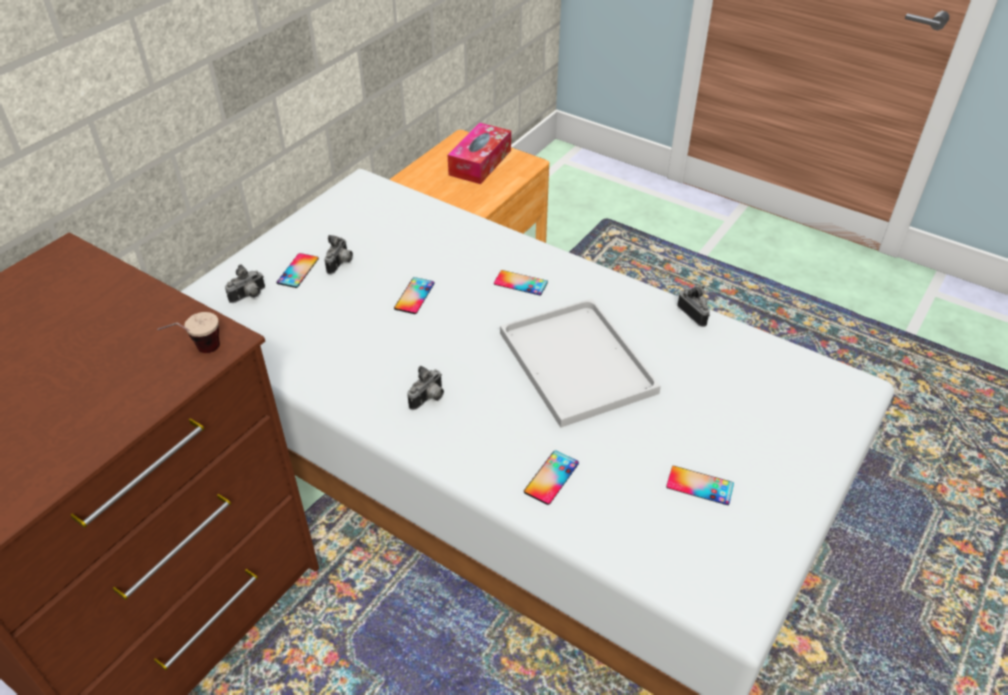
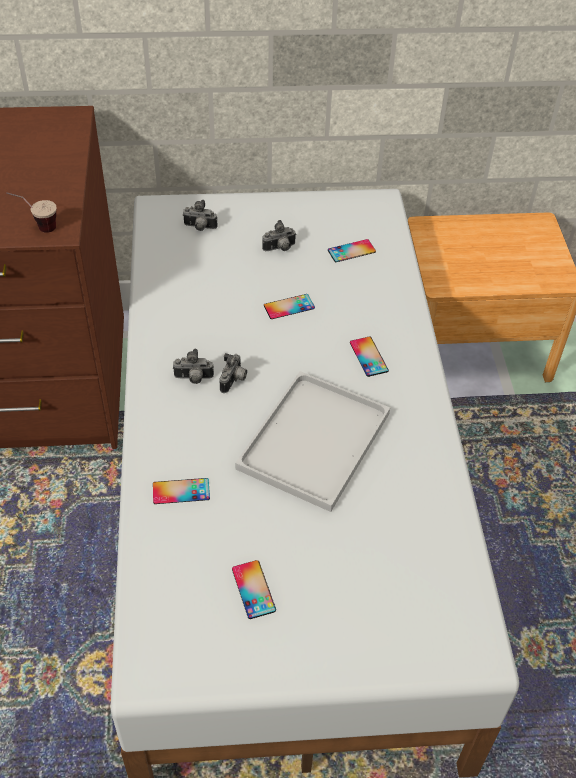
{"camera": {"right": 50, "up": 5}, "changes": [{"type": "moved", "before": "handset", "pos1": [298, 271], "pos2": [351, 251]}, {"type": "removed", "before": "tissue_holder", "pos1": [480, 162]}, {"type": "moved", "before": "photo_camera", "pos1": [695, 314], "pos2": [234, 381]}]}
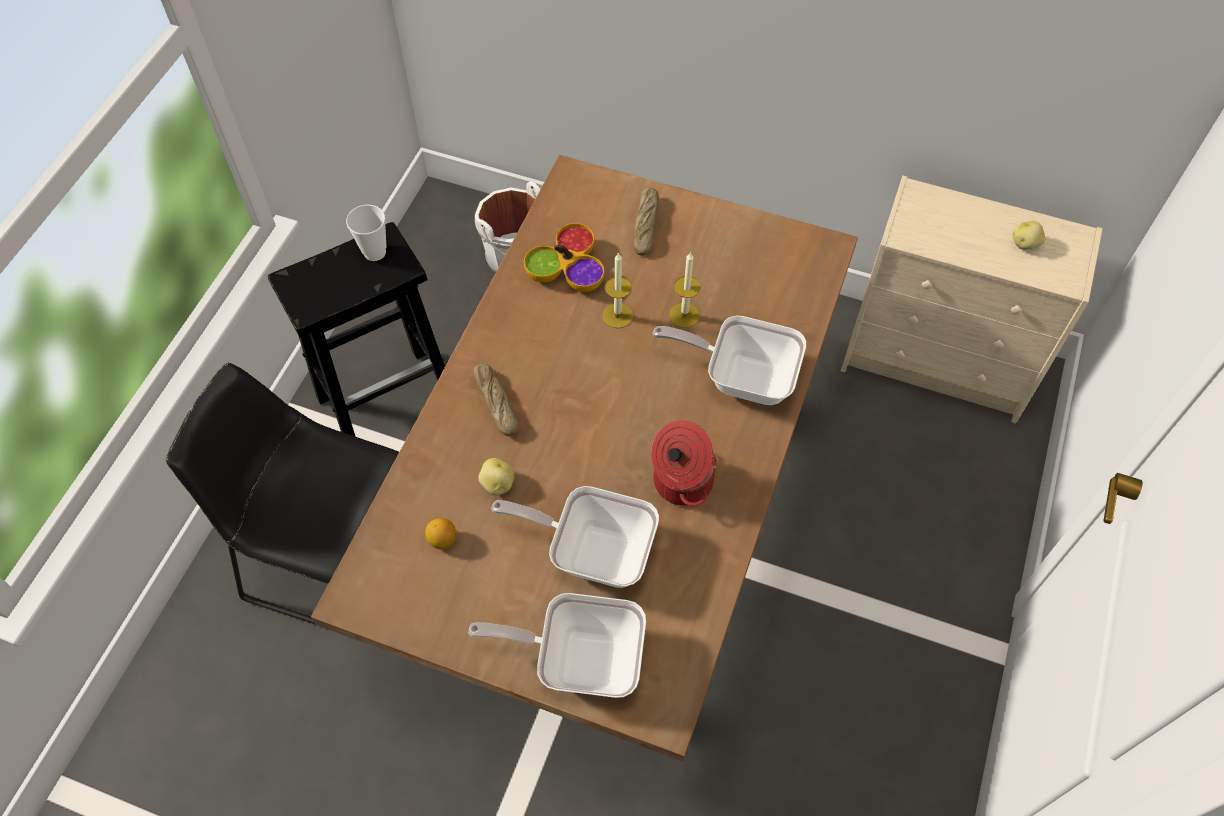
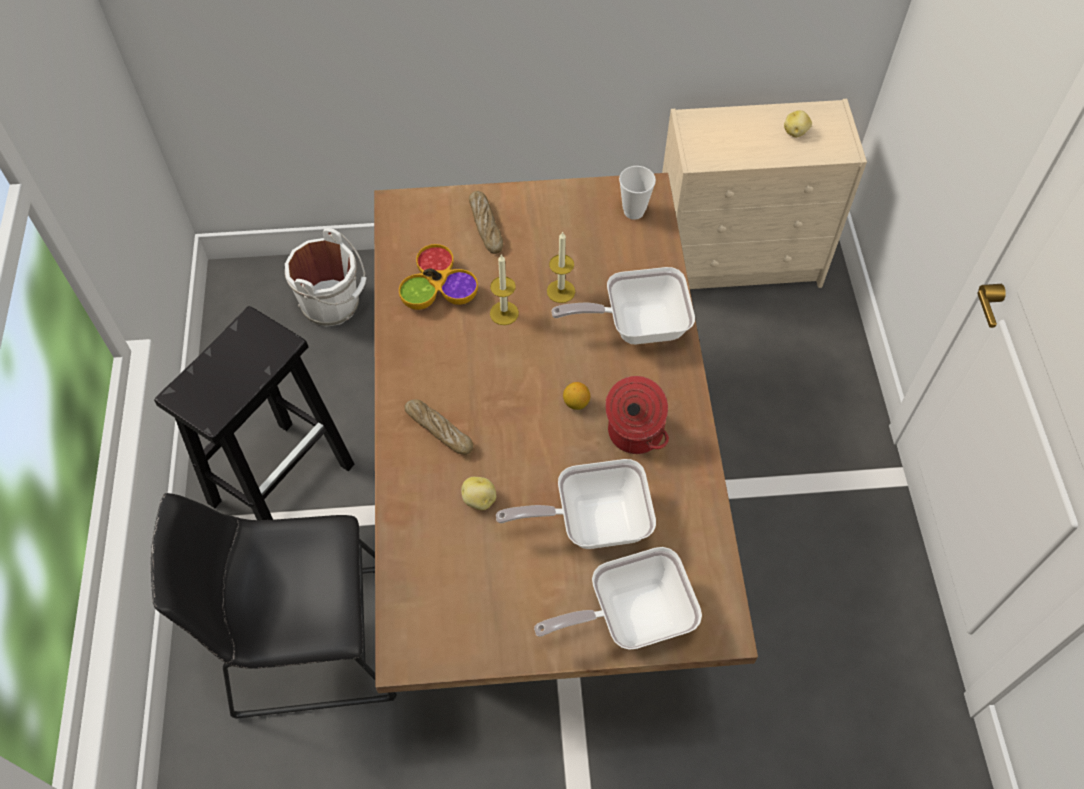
{"camera": {"right": -25, "up": 0}, "changes": [{"type": "moved", "before": "small_cup", "pos1": [375, 252], "pos2": [634, 211]}, {"type": "moved", "before": "whole_lemon", "pos1": [442, 540], "pos2": [576, 403]}]}
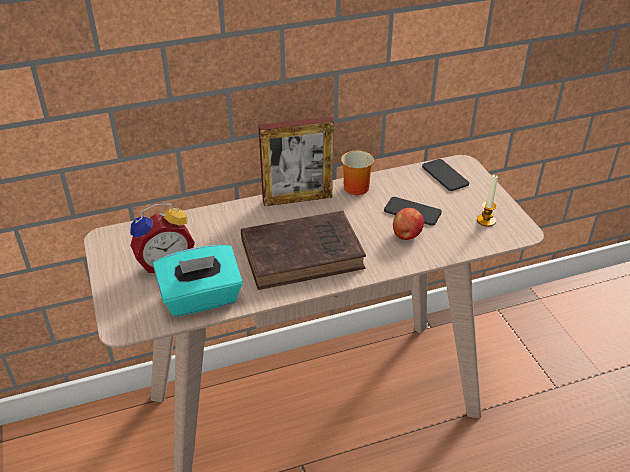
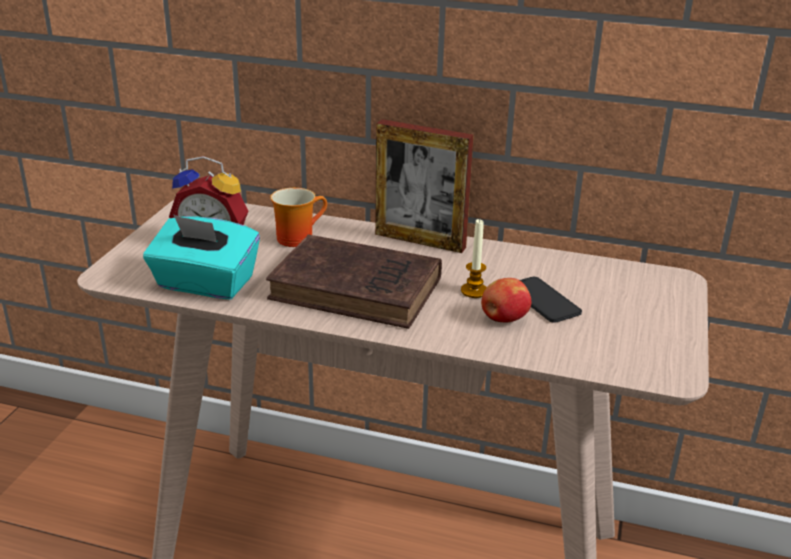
{"camera": {"right": 35, "up": -10}, "changes": [{"type": "moved", "before": "coffee_mug", "pos1": [355, 185], "pos2": [297, 237]}, {"type": "removed", "before": "handset", "pos1": [445, 175]}, {"type": "moved", "before": "candle", "pos1": [486, 220], "pos2": [474, 291]}]}
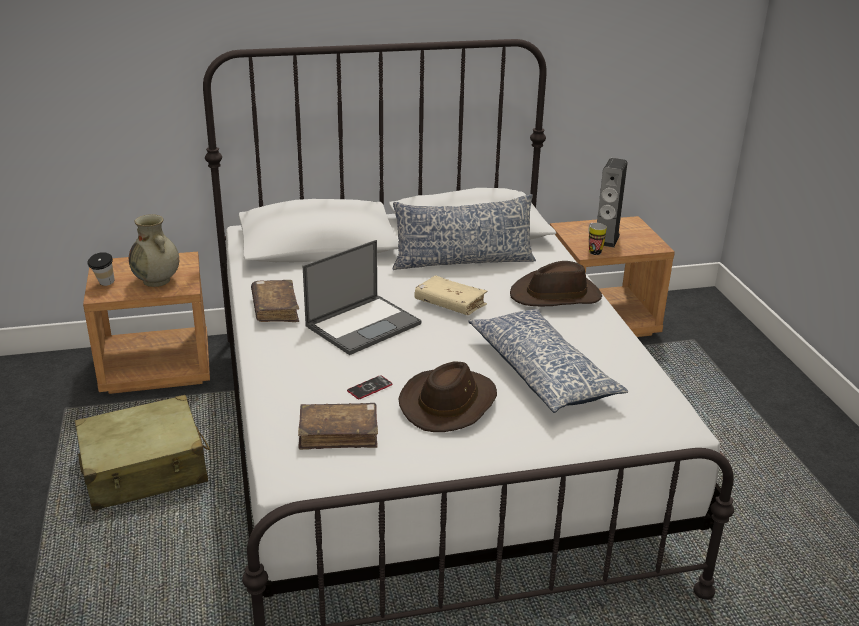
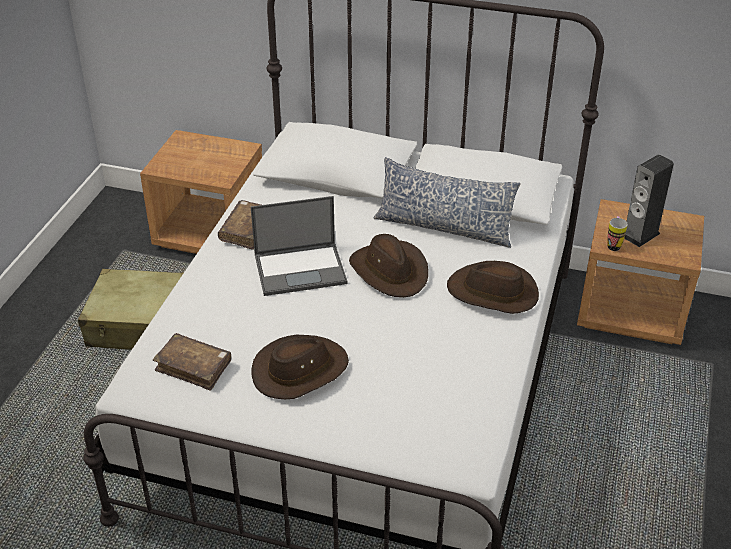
{"camera": {"right": 30, "up": 10}, "changes": [{"type": "removed", "before": "small_cup", "pos1": [104, 284]}, {"type": "removed", "before": "beige_decorative_vase", "pos1": [157, 281]}, {"type": "removed", "before": "handset", "pos1": [369, 388]}, {"type": "replaced", "before": "beige_volume", "after": "brown_wearable_hat", "pos1": [450, 304], "pos2": [390, 271]}, {"type": "removed", "before": "pillow", "pos1": [542, 372]}]}
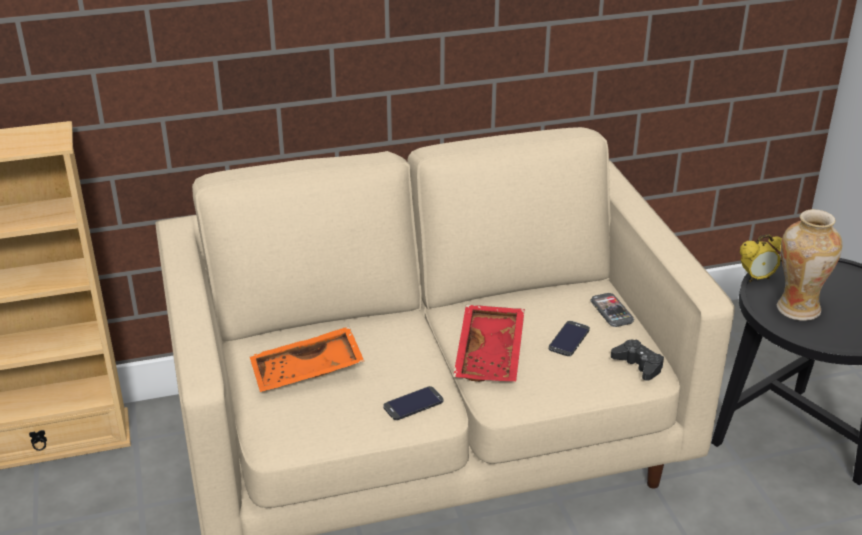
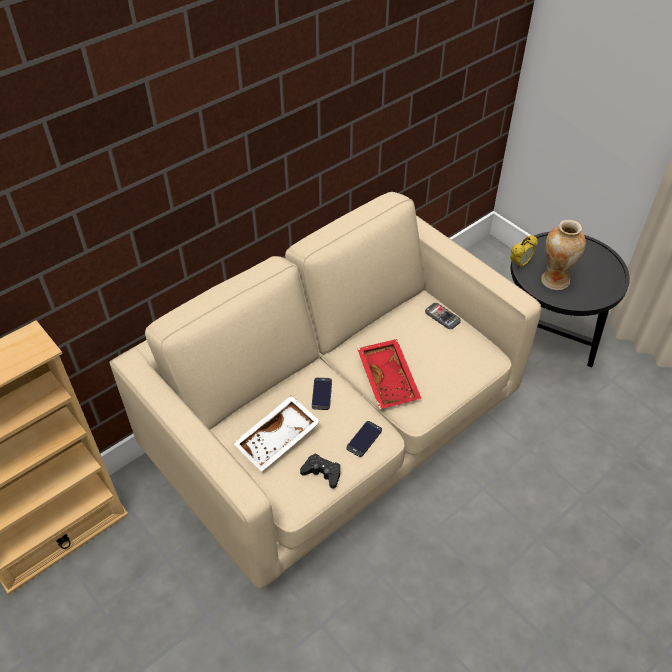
{"camera": {"right": -25, "up": 15}, "changes": [{"type": "recoloured", "before": "orange-coloured_serving_tray", "after": "white_serving_tray", "pos1": [307, 372], "pos2": [278, 440]}, {"type": "moved", "before": "handset", "pos1": [569, 339], "pos2": [322, 393]}, {"type": "moved", "before": "blackish_game_controller", "pos1": [638, 365], "pos2": [322, 473]}]}
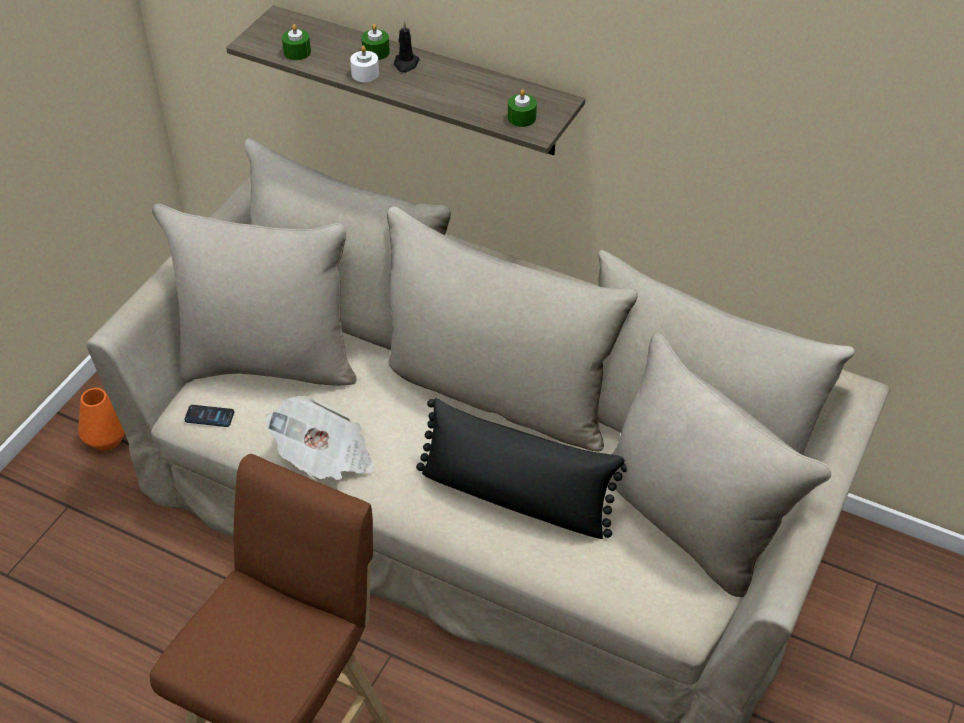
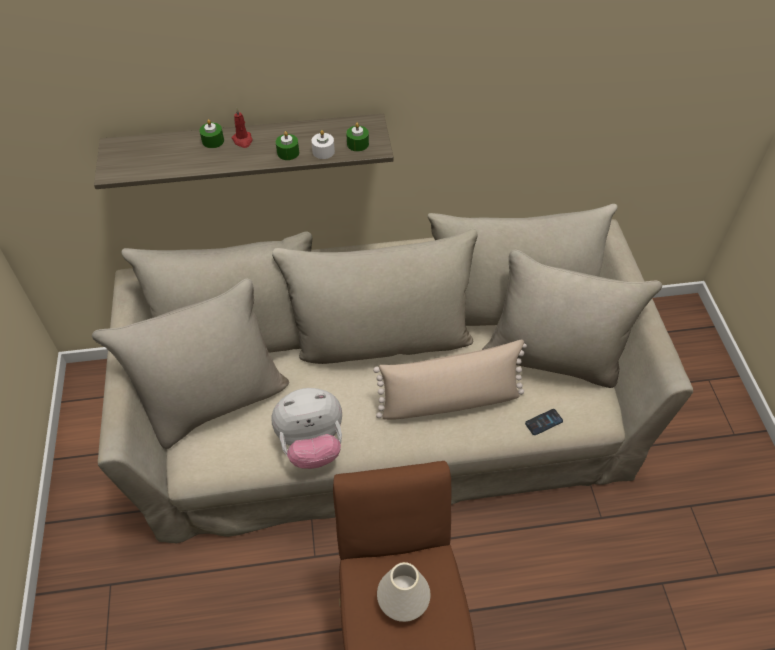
{"camera": {"right": -35, "up": 5}, "changes": [{"type": "removed", "before": "orange-coloured_decorative_vase", "pos1": [106, 438]}, {"type": "moved", "before": "handset", "pos1": [209, 416], "pos2": [543, 422]}, {"type": "replaced", "before": "newspaper", "after": "soft_toy", "pos1": [325, 457], "pos2": [311, 445]}, {"type": "moved", "before": "greenish_candle", "pos1": [297, 52], "pos2": [288, 152]}, {"type": "moved", "before": "white_candle", "pos1": [365, 74], "pos2": [323, 151]}, {"type": "recoloured", "before": "blackish_candle", "after": "reddish_candle", "pos1": [406, 64], "pos2": [243, 140]}, {"type": "recoloured", "before": "blackish_pillow", "after": "beige_pillow", "pos1": [516, 497], "pos2": [450, 400]}, {"type": "added", "after": "white_decorative_vase", "pos2": [403, 600]}]}
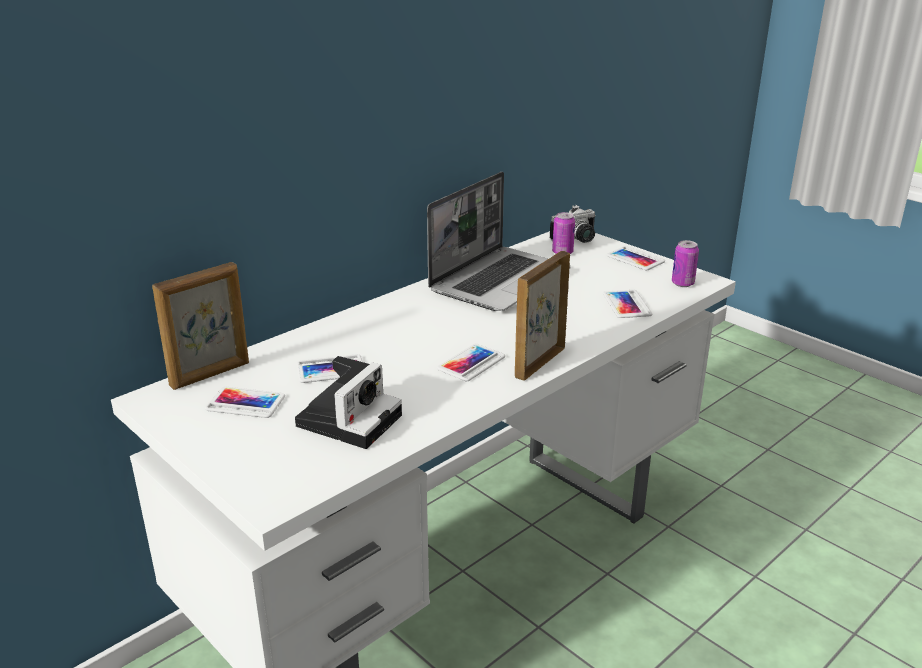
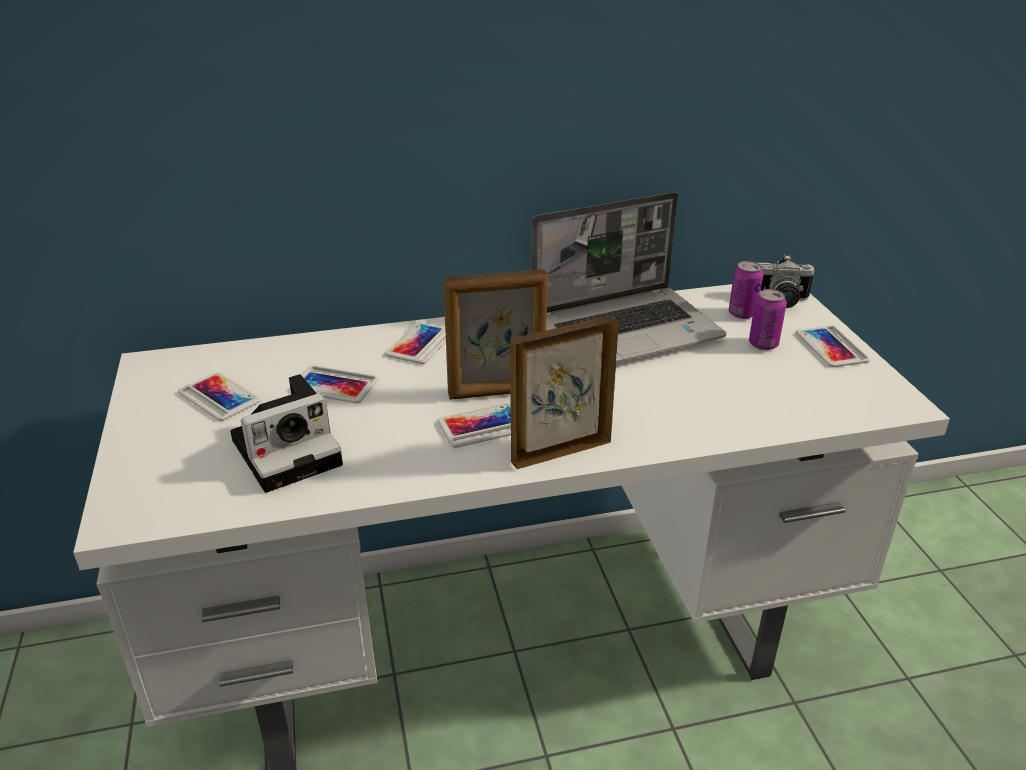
{"camera": {"right": 30, "up": 5}, "changes": [{"type": "moved", "before": "standing_frame", "pos1": [211, 375], "pos2": [497, 393]}, {"type": "moved", "before": "handset", "pos1": [626, 304], "pos2": [420, 343]}, {"type": "moved", "before": "metal_can", "pos1": [682, 283], "pos2": [763, 344]}]}
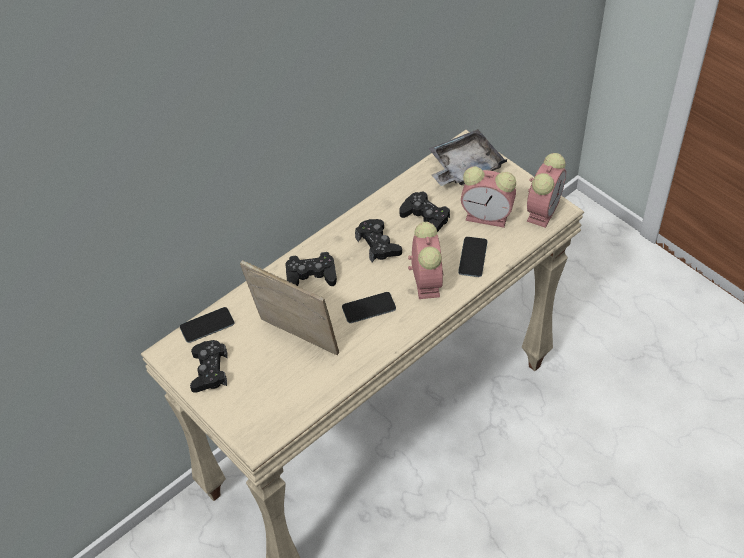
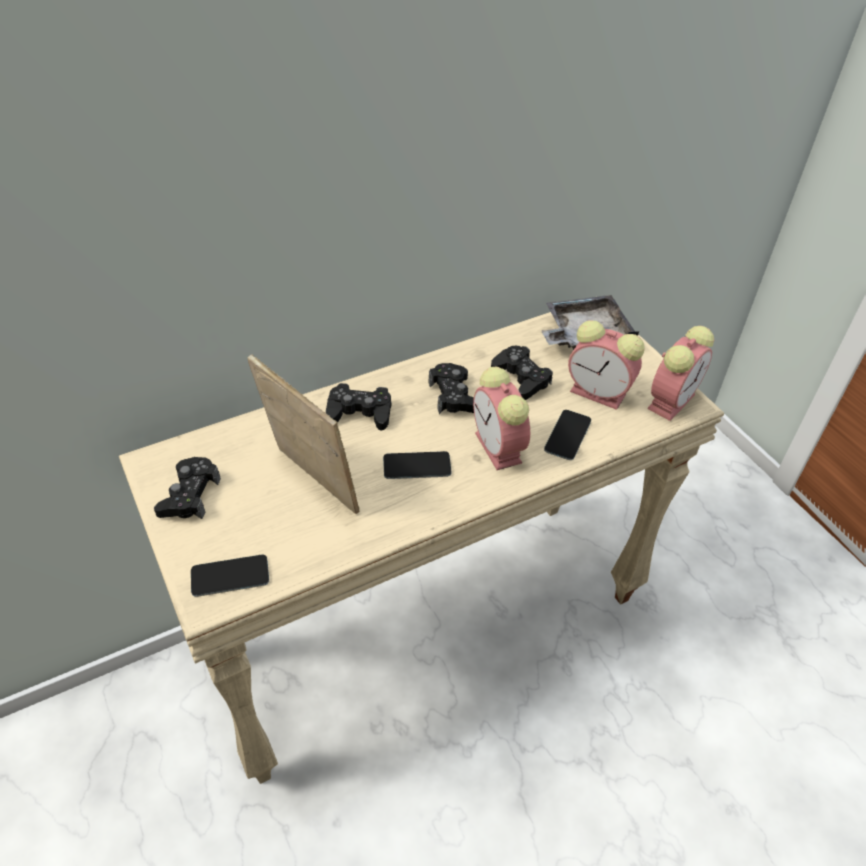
{"camera": {"right": 10, "up": -5}, "changes": [{"type": "moved", "before": "handset", "pos1": [207, 325], "pos2": [230, 576]}, {"type": "turned", "before": "table_clock", "pos1": [426, 280], "pos2": [500, 449], "turn": 150}]}
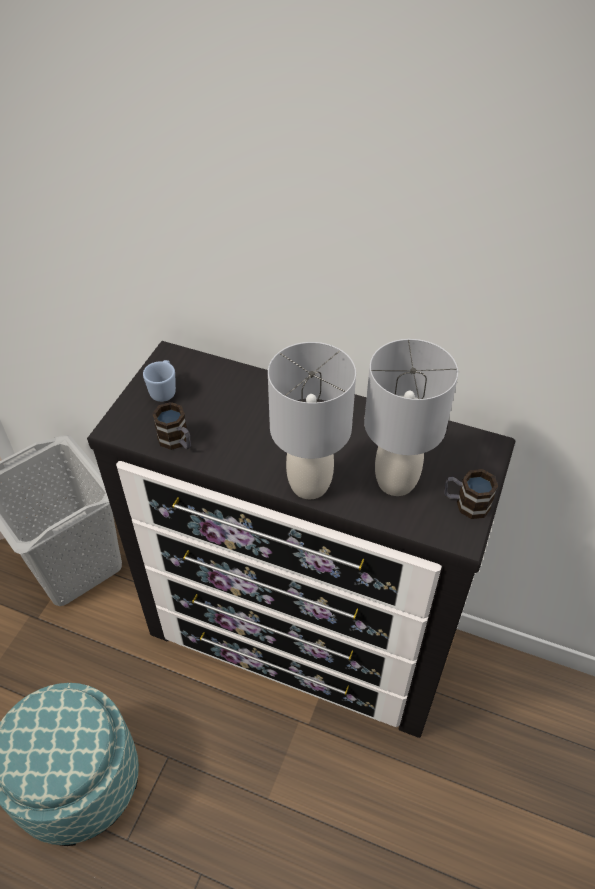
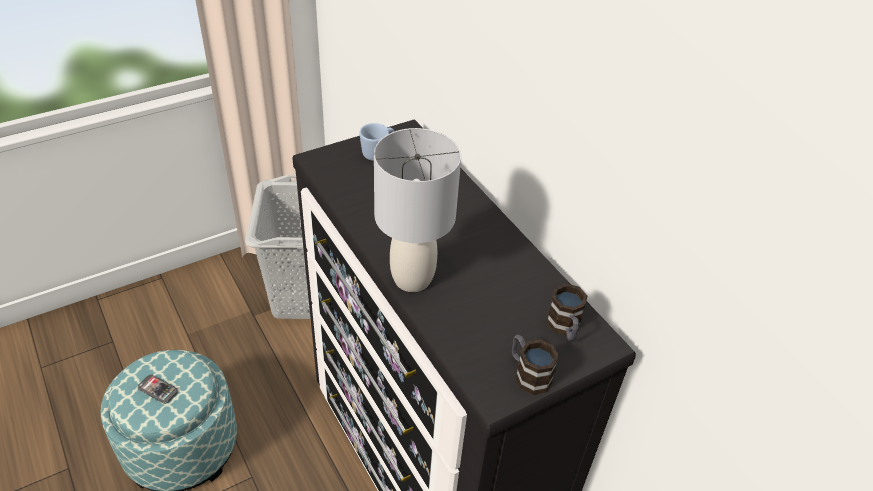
{"camera": {"right": 35, "up": -5}, "changes": [{"type": "moved", "before": "coffee_mug", "pos1": [177, 441], "pos2": [565, 328]}, {"type": "removed", "before": "gray_lamp_for_a_table", "pos1": [395, 482]}, {"type": "added", "after": "handset", "pos2": [158, 390]}]}
